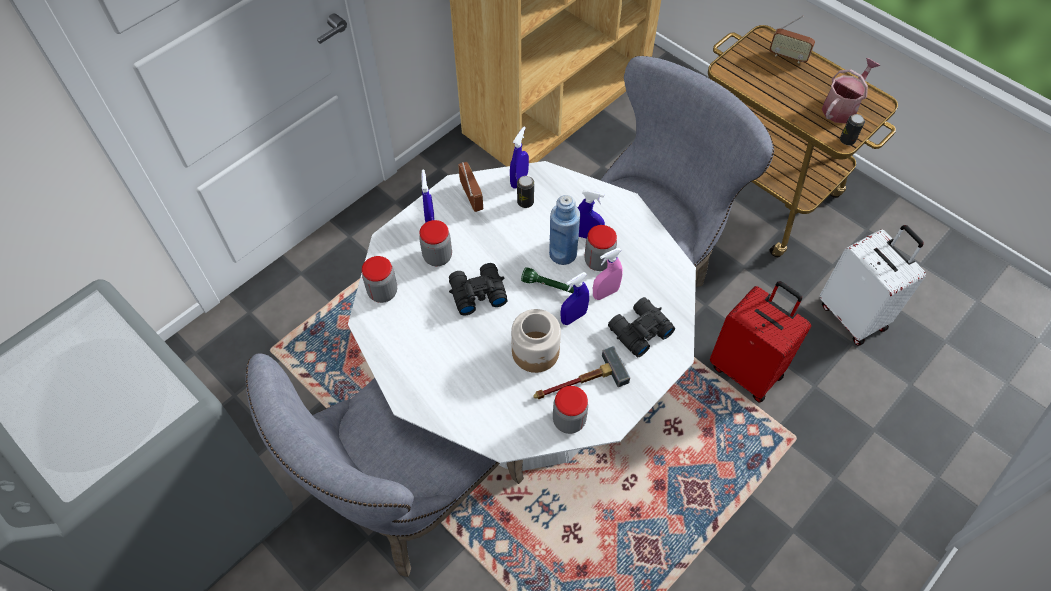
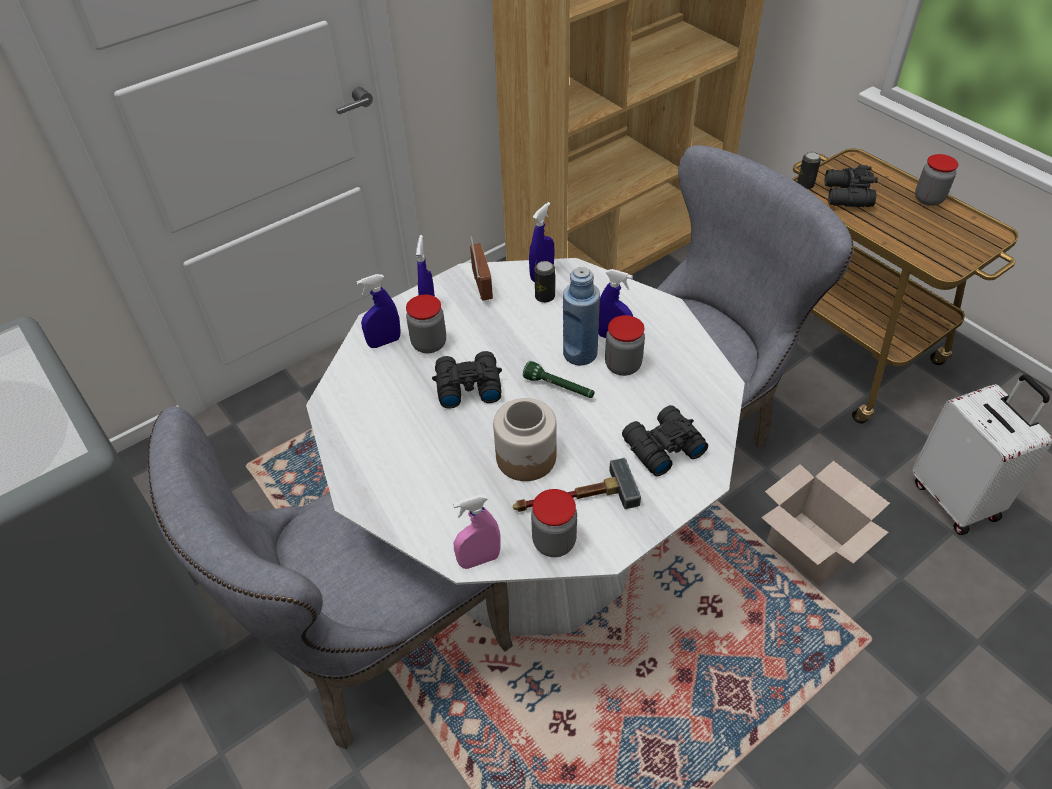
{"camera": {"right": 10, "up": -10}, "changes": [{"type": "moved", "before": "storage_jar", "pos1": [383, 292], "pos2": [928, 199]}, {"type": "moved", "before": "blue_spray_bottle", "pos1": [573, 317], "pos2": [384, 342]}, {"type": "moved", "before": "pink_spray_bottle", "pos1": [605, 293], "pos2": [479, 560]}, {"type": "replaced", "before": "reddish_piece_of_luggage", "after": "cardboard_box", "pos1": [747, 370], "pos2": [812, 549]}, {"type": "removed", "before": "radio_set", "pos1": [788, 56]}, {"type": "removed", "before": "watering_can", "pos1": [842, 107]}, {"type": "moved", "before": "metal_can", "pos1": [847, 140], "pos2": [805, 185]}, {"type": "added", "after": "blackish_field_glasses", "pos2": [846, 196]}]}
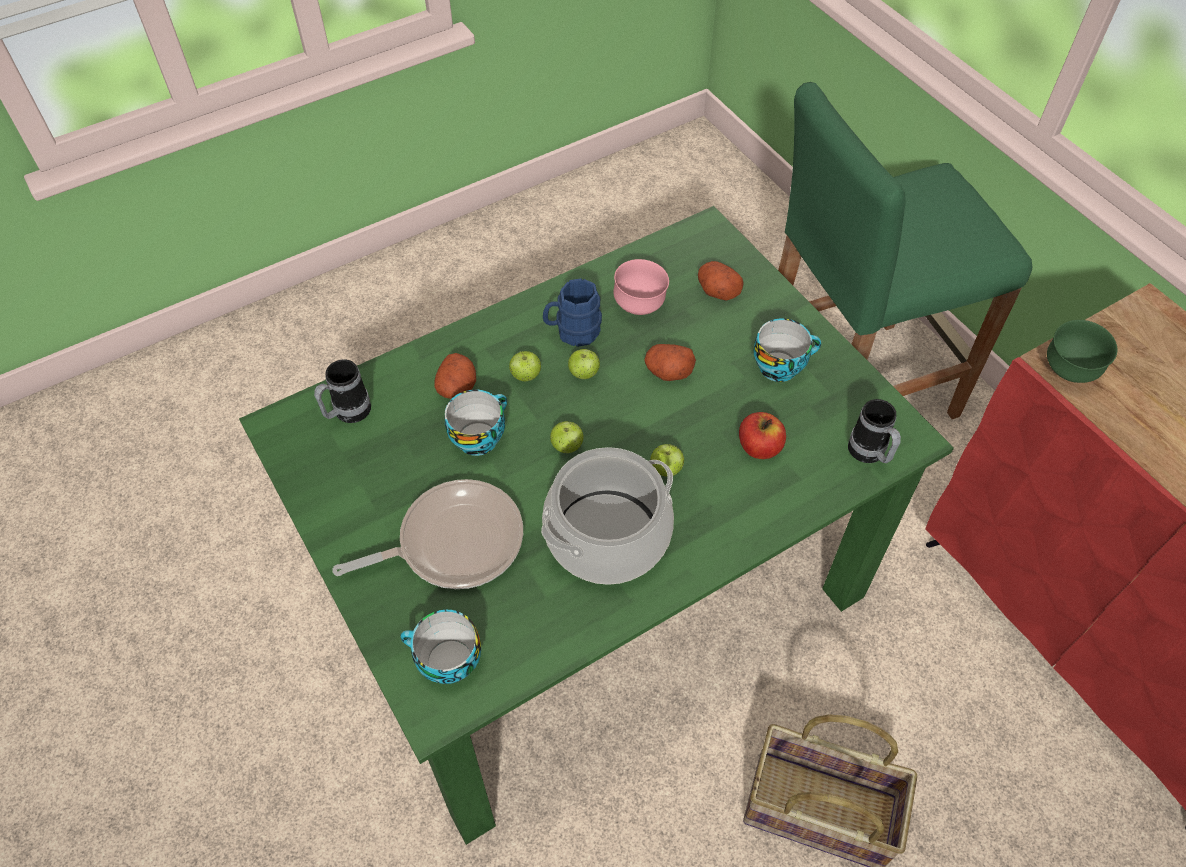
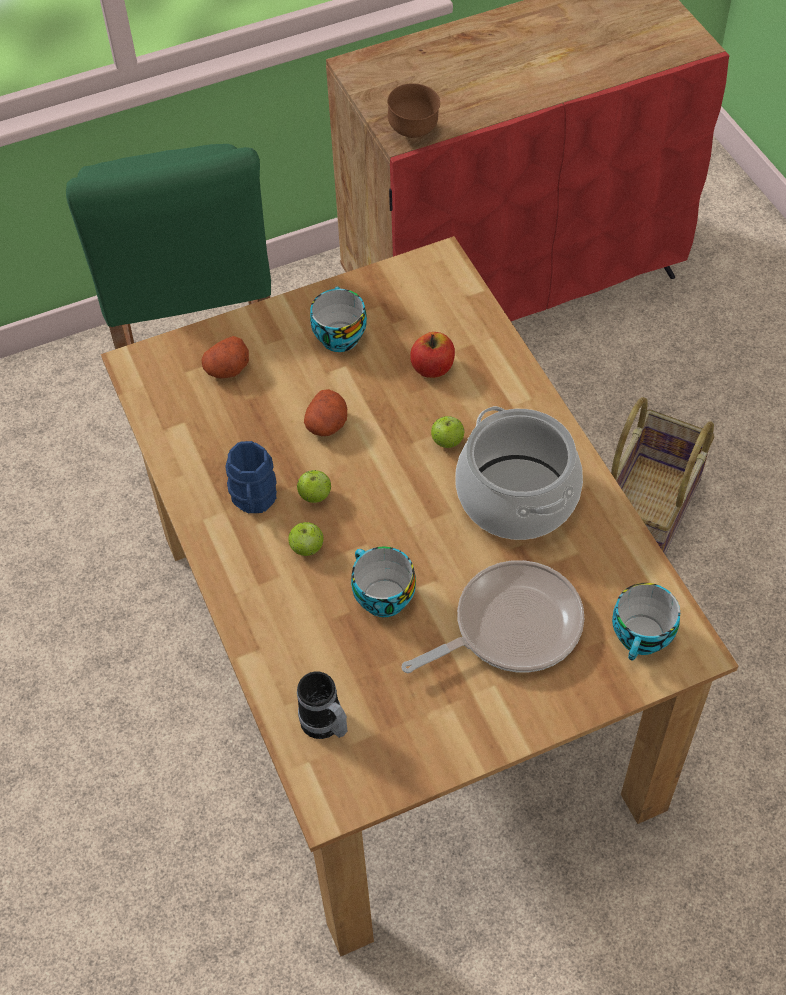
{"camera": {"right": -80, "up": 0}, "changes": [{"type": "recoloured", "before": "greenish_dining_table", "after": "brown_dining_table", "pos1": [594, 583], "pos2": [395, 663]}, {"type": "turned", "before": "frying_pan", "pos1": [453, 542], "pos2": [510, 626], "turn": 75}, {"type": "removed", "before": "whole_potato", "pos1": [457, 387]}, {"type": "removed", "before": "apple_fruit", "pos1": [567, 446]}, {"type": "removed", "before": "pink_deep_dish", "pos1": [640, 306]}, {"type": "removed", "before": "coffee_mug", "pos1": [869, 455]}, {"type": "recoloured", "before": "greenish_deep_dish", "after": "brown_deep_dish", "pos1": [1068, 372], "pos2": [414, 132]}]}
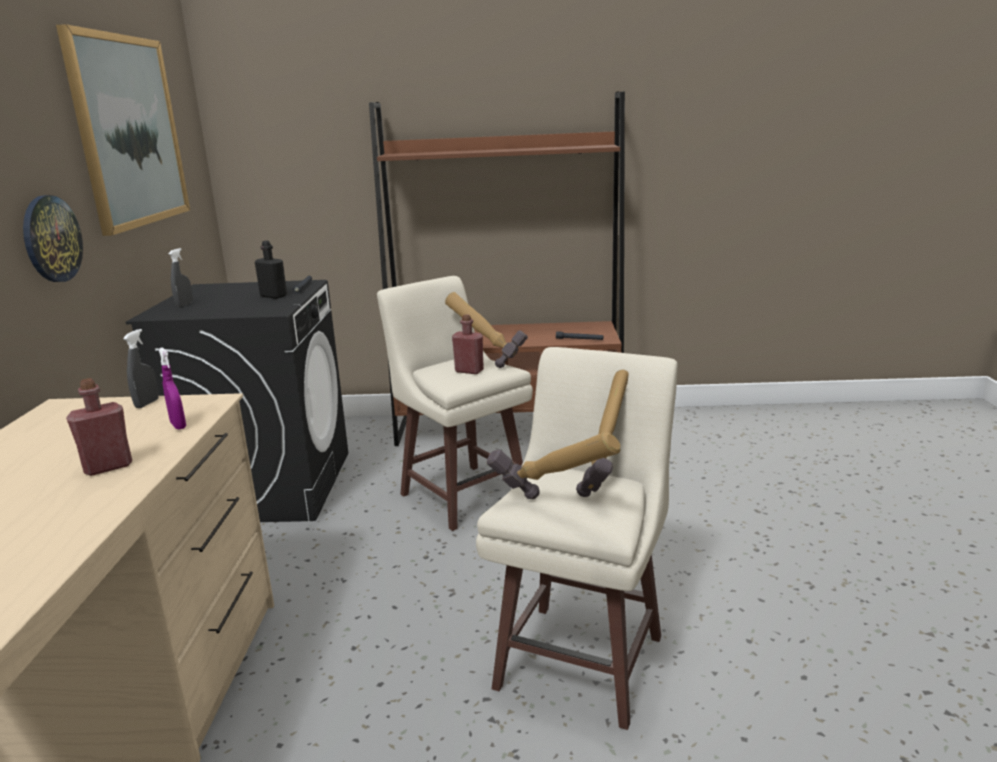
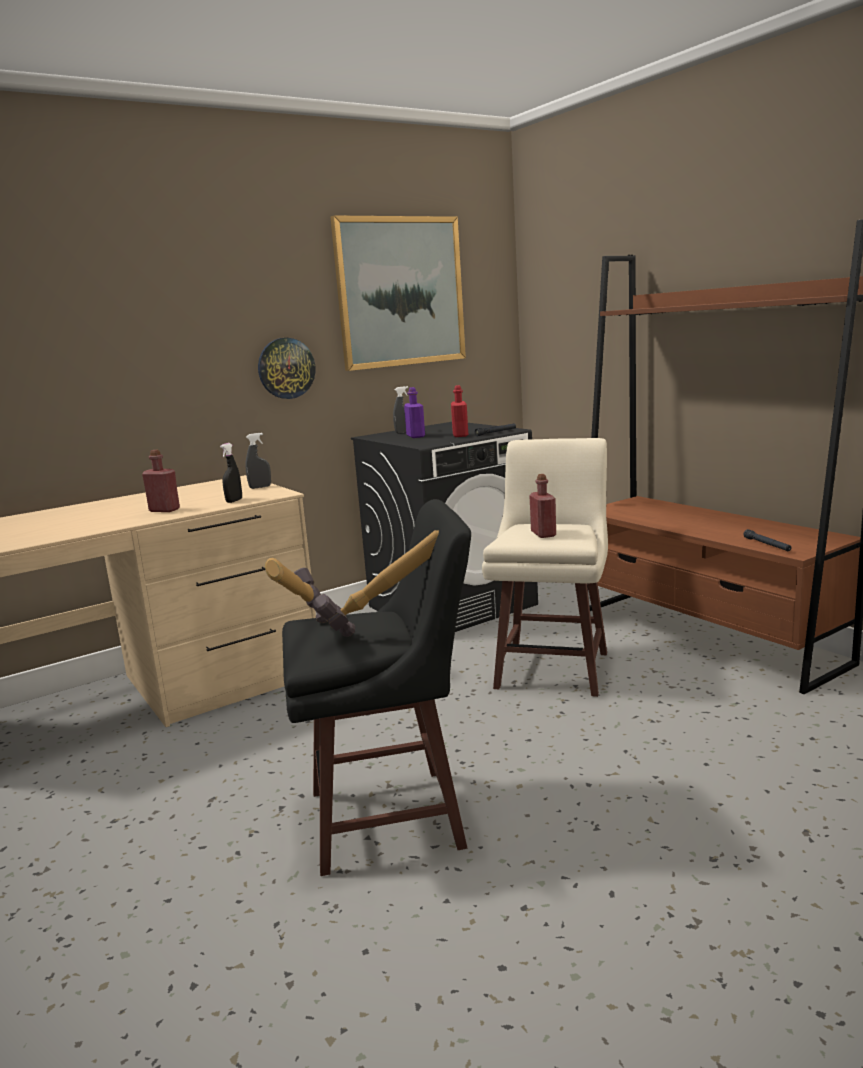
{"camera": {"right": 55, "up": -5}, "changes": [{"type": "recoloured", "before": "purple-coloured_spray_bottle", "after": "blackish_spray_bottle", "pos1": [178, 425], "pos2": [234, 501]}, {"type": "recoloured", "before": "blackish_beverage_bottle", "after": "reddish_beverage_bottle", "pos1": [273, 296], "pos2": [460, 435]}, {"type": "removed", "before": "hammer", "pos1": [487, 360]}, {"type": "recoloured", "before": "beige_stool_seat", "after": "blackish_stool_seat", "pos1": [583, 659], "pos2": [391, 819]}, {"type": "added", "after": "purple-coloured_beverage_bottle", "pos2": [415, 436]}]}
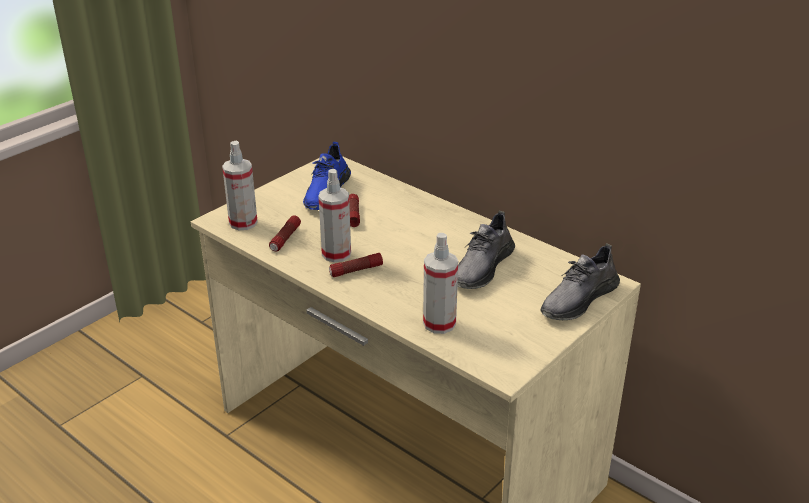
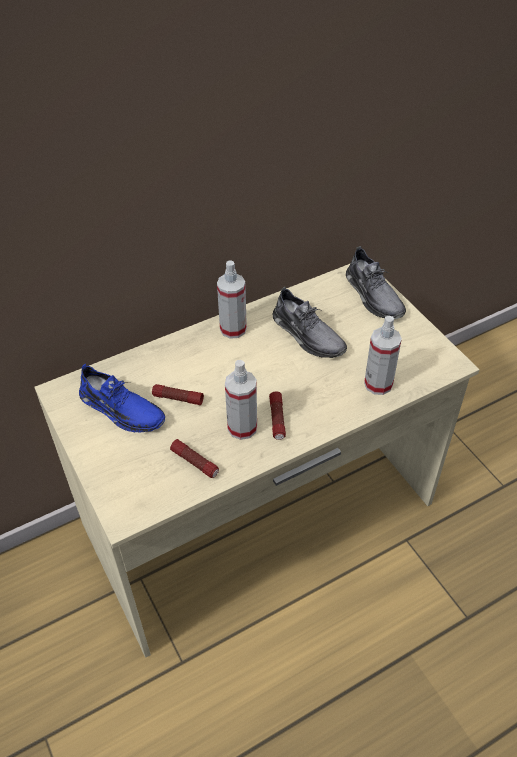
{"camera": {"right": -70, "up": 15}, "changes": [{"type": "moved", "before": "spray_bottle", "pos1": [243, 223], "pos2": [233, 329]}]}
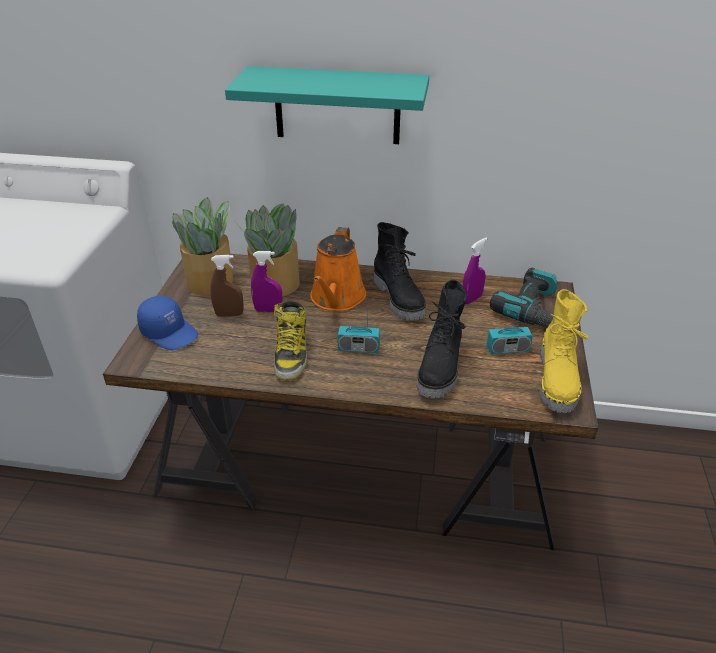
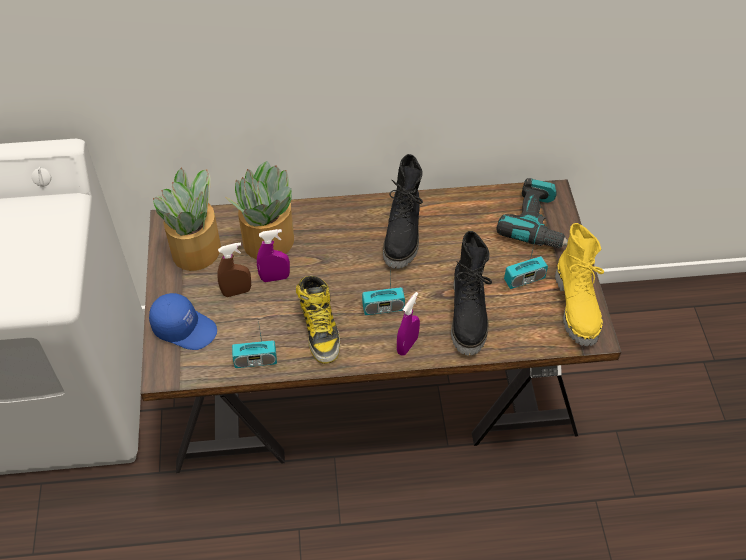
{"camera": {"right": -15, "up": 15}, "changes": [{"type": "removed", "before": "blue-green_bracket_shelf", "pos1": [337, 106]}, {"type": "removed", "before": "orange-coloured_watering_can", "pos1": [336, 298]}, {"type": "turned", "before": "blackish_boot", "pos1": [400, 299], "pos2": [403, 235], "turn": 45}, {"type": "moved", "before": "purple-coloured_spray_bottle", "pos1": [471, 299], "pos2": [407, 345]}, {"type": "added", "after": "radio_set", "pos2": [255, 361]}]}
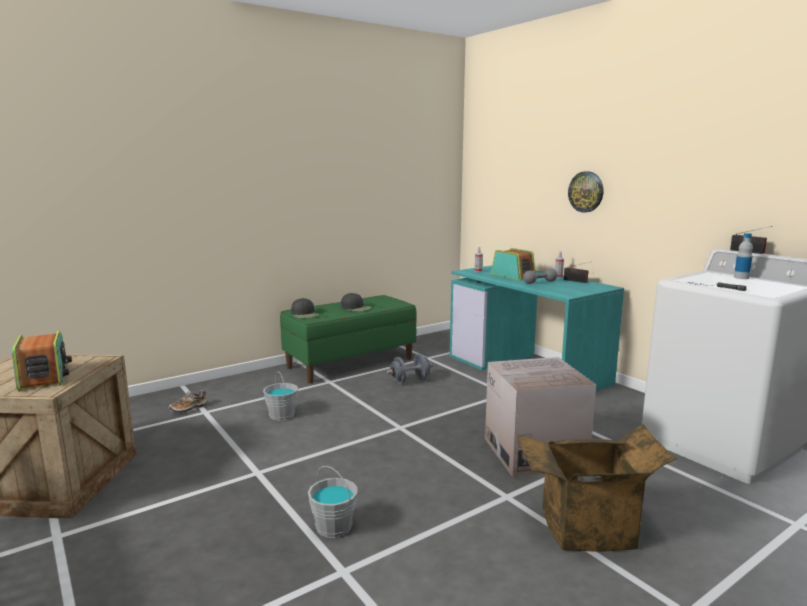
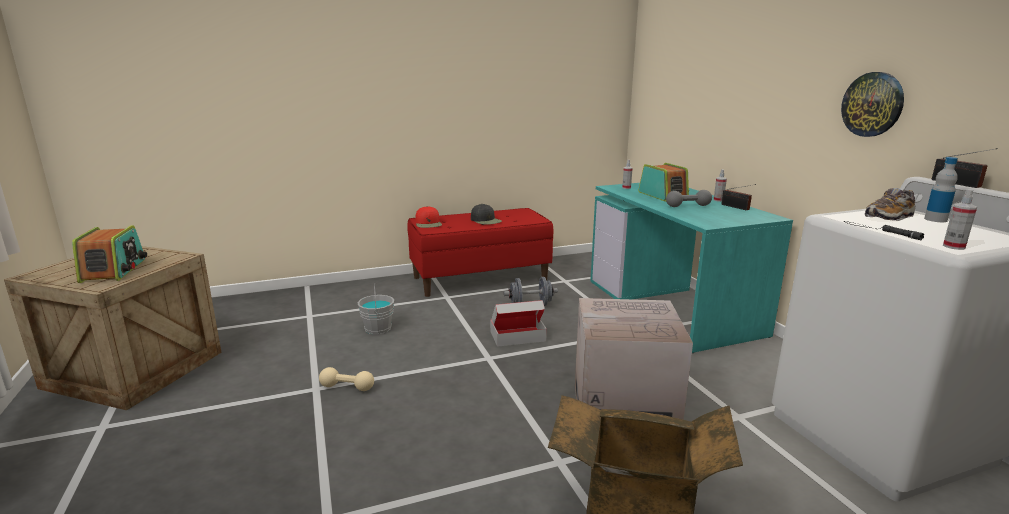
{"camera": {"right": 15, "up": 5}, "changes": [{"type": "moved", "before": "shoe", "pos1": [189, 408], "pos2": [889, 217]}, {"type": "recoloured", "before": "greenish_long_seat", "after": "reddish_long_seat", "pos1": [350, 363], "pos2": [480, 278]}, {"type": "recoloured", "before": "blackish_cap", "after": "reddish_cap", "pos1": [305, 314], "pos2": [428, 223]}, {"type": "removed", "before": "gray_pail", "pos1": [333, 527]}, {"type": "moved", "before": "wall_clock", "pos1": [586, 192], "pos2": [872, 104]}, {"type": "added", "after": "beige_hand_weight", "pos2": [347, 387]}, {"type": "added", "after": "cardboard_box", "pos2": [517, 336]}, {"type": "added", "after": "spray_bottle", "pos2": [954, 246]}]}
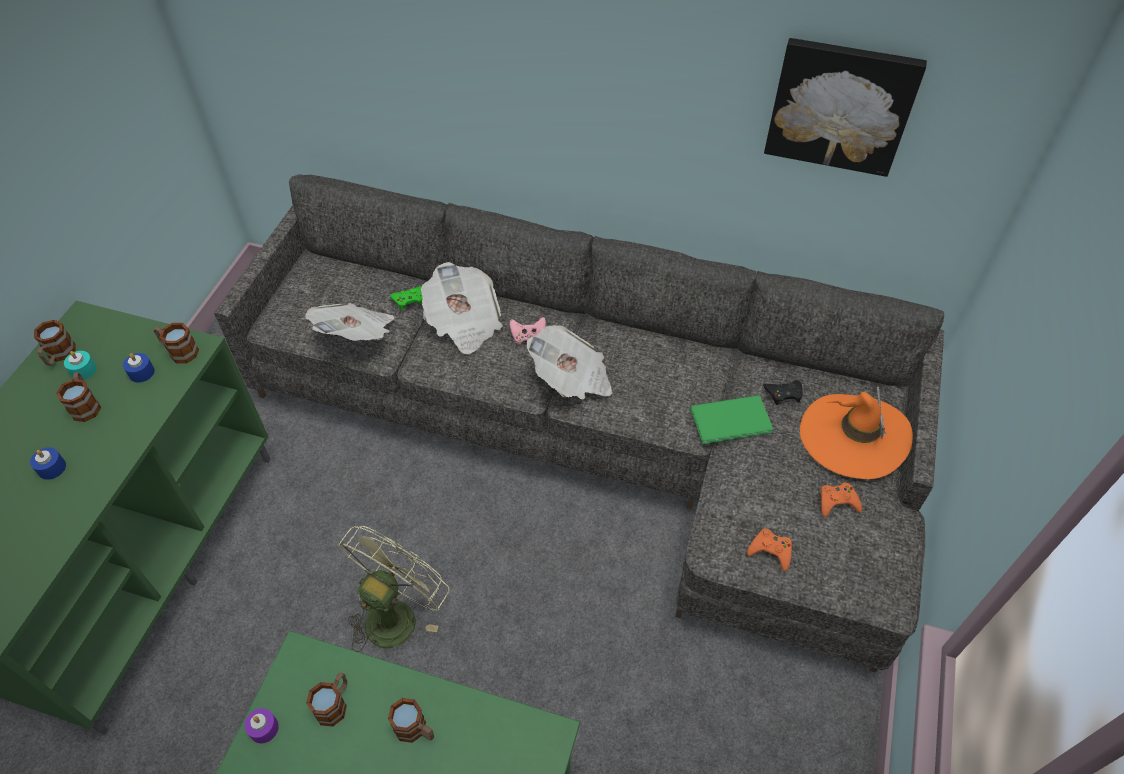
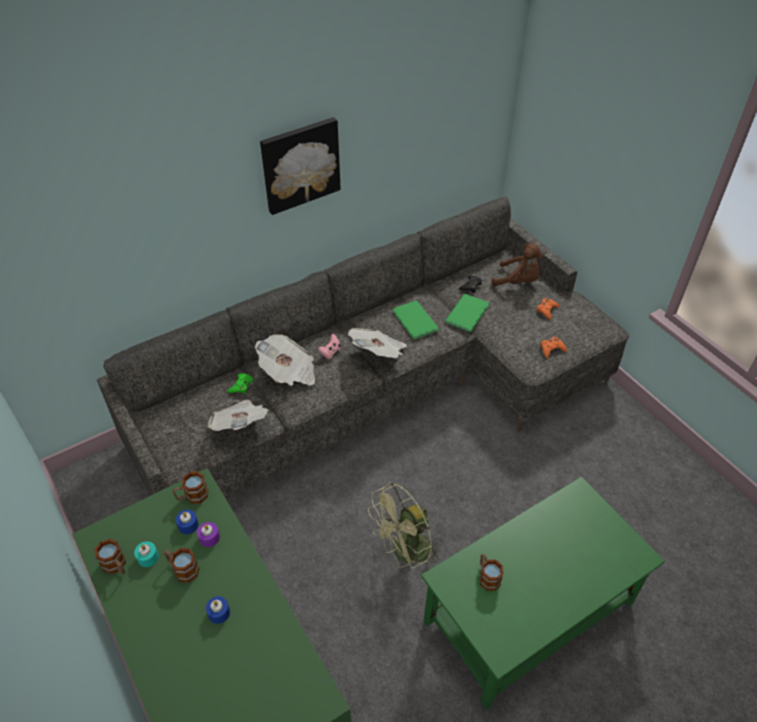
{"camera": {"right": -50, "up": -5}, "changes": [{"type": "moved", "before": "purple-coloured_candle", "pos1": [264, 728], "pos2": [209, 537]}, {"type": "turned", "before": "greenish_cooling_fan", "pos1": [396, 612], "pos2": [405, 553], "turn": -105}, {"type": "removed", "before": "coffee_mug", "pos1": [415, 730]}, {"type": "moved", "before": "wall_art", "pos1": [841, 105], "pos2": [300, 164]}, {"type": "replaced", "before": "orange-coloured_wearable_hat", "after": "brown_soft_toy", "pos1": [853, 437], "pos2": [518, 281]}, {"type": "added", "after": "greenish_volume", "pos2": [415, 321]}]}
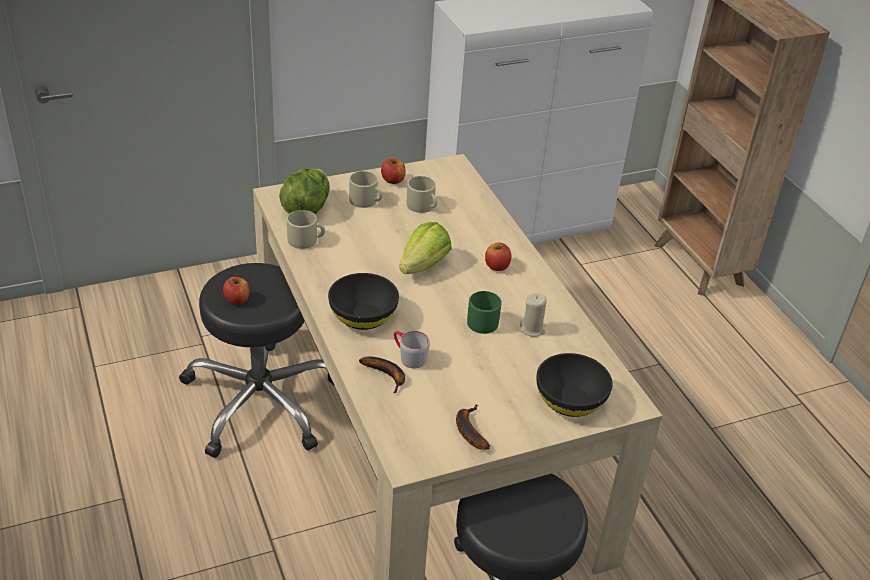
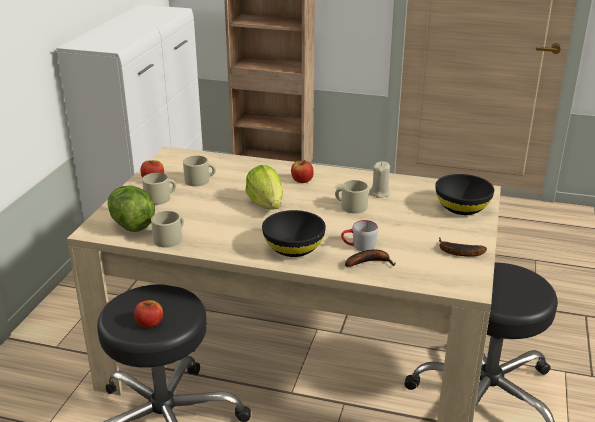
{"camera": {"right": -50, "up": -10}, "changes": [{"type": "recoloured", "before": "greenish_coffee_mug", "after": "beige_coffee_mug", "pos1": [481, 320], "pos2": [350, 206]}]}
